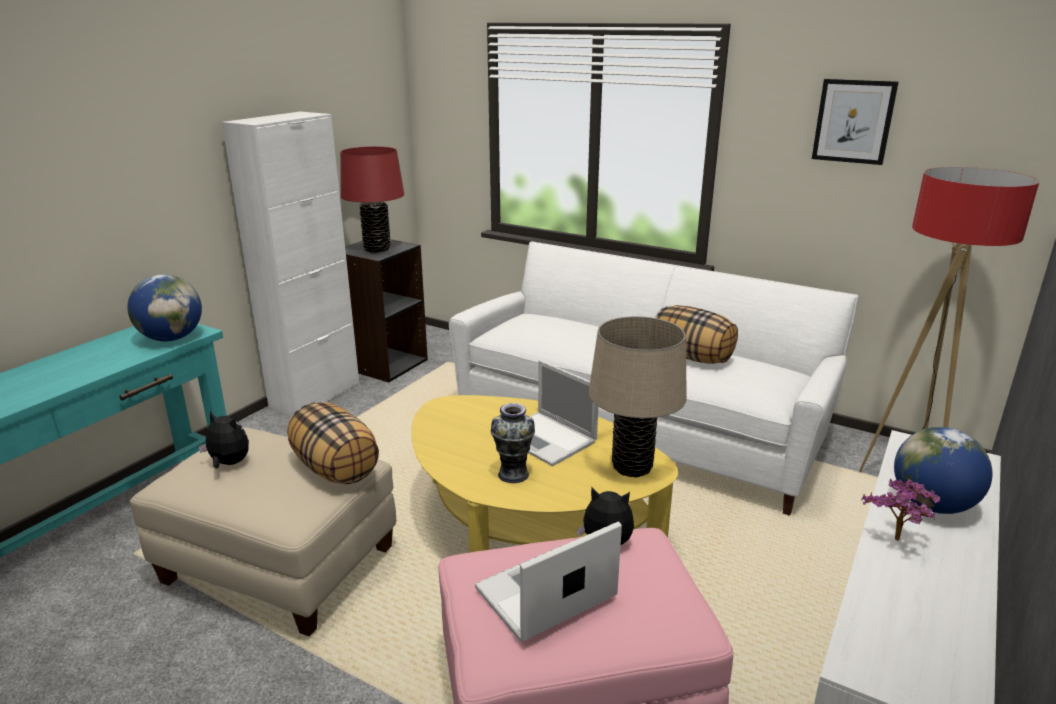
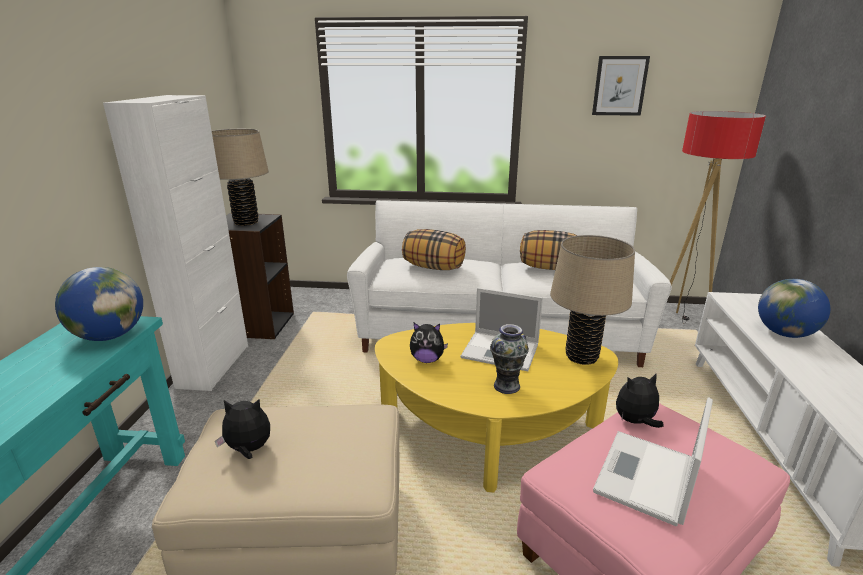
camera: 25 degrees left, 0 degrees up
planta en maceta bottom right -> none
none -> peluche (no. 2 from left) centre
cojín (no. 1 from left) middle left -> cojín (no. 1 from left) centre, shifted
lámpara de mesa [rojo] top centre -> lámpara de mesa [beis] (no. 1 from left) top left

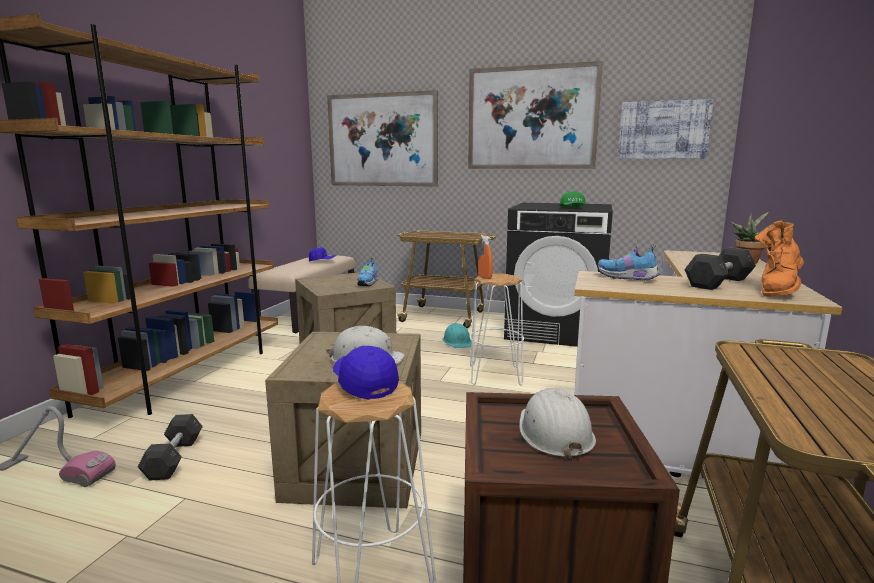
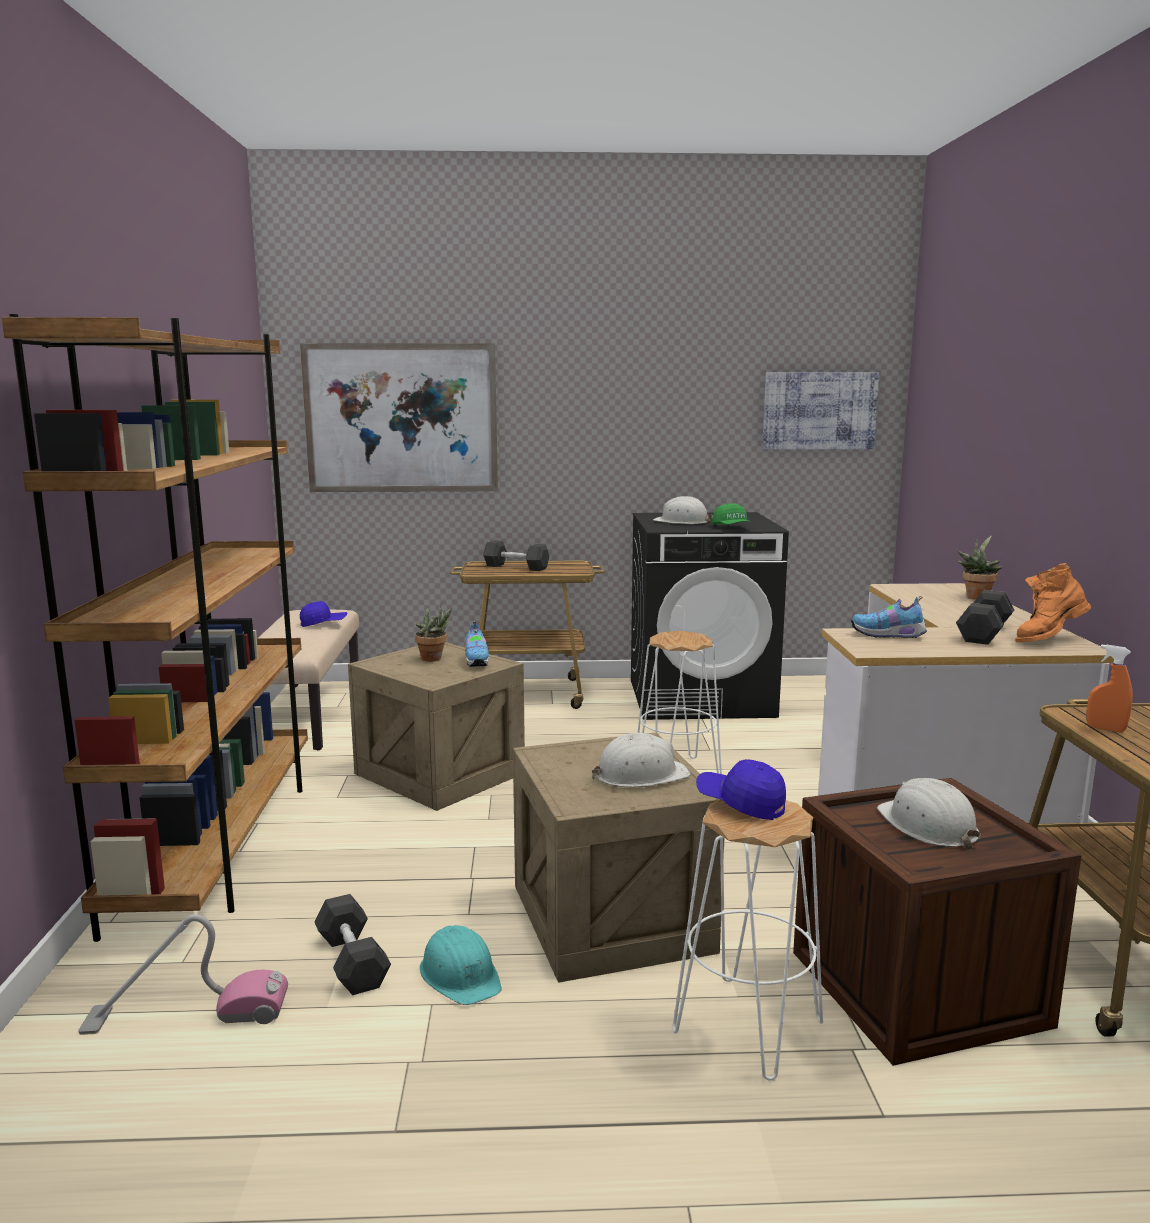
camera: 20 degrees left, 0 degrees up
cuadro (no. 2 from left) top centre -> none
none -> planta en maceta (no. 1 from left) centre
none -> mancuerna [gris] (no. 2 from left) centre
none -> casco [blanco] (no. 2 from left) centre
casco [turquesa] centre -> casco [turquesa] bottom centre, shifted
pulverizador [naranja] centre -> pulverizador [naranja] middle right, shifted
bota [naranja] middle right, 45 degrees clockwise

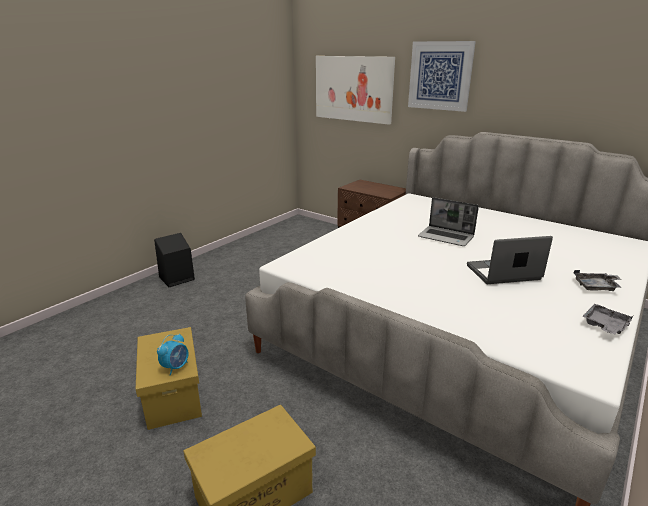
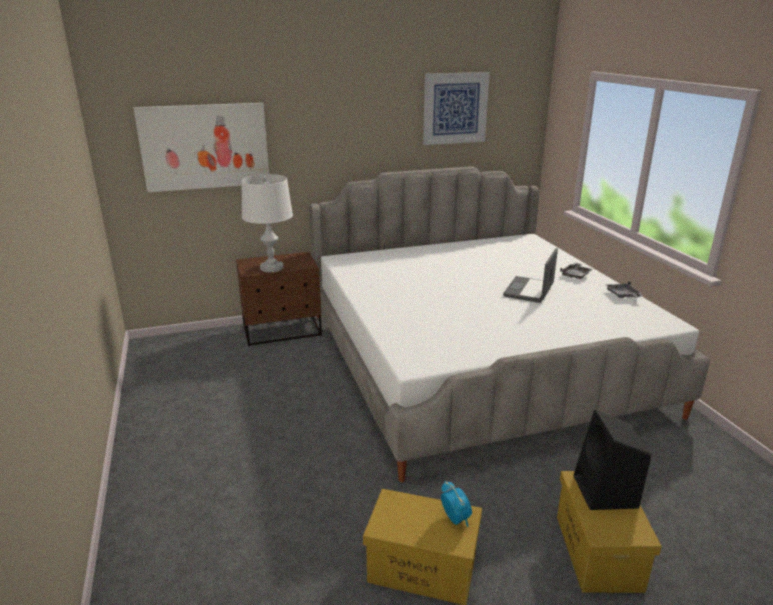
camera: 55 degrees left, 0 degrees up
portátil (no. 1 from left) middle right -> none
none -> lámpara de mesa [blanco] centre
altavoz [negro] middle left -> altavoz [negro] bottom right, shifted
cuadro (no. 2 from left) top right -> cuadro (no. 2 from left) top centre, shifted

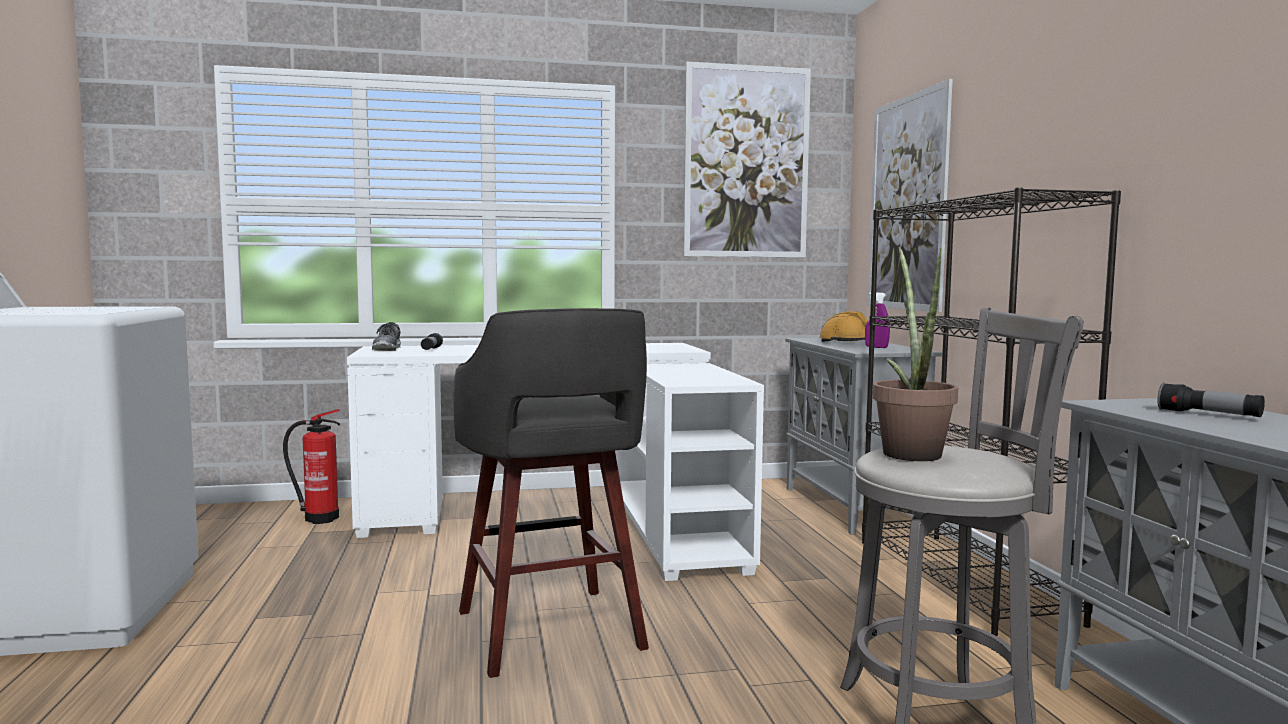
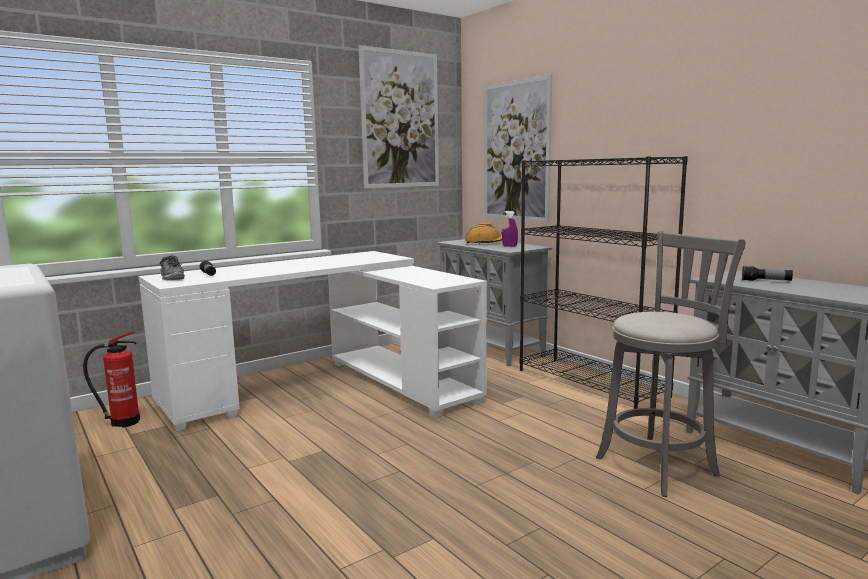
camera: 25 degrees left, 5 degrees up
taburete [gris] (no. 1 from left) bottom centre -> none
planta en maceta middle right -> none

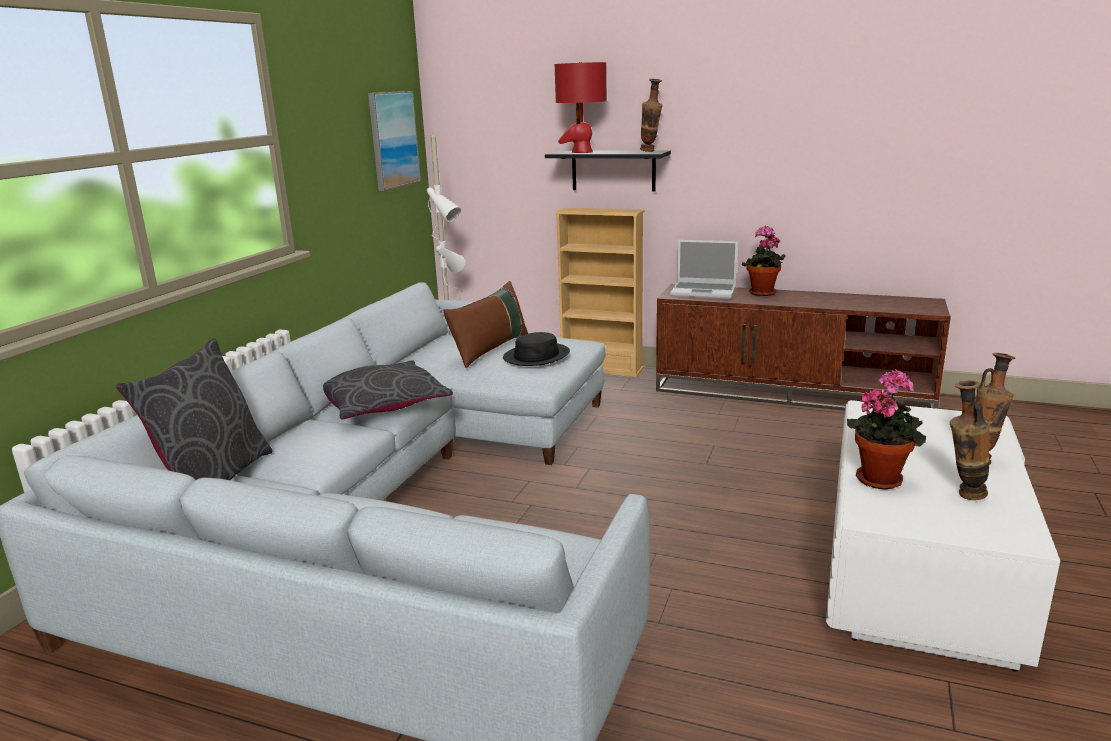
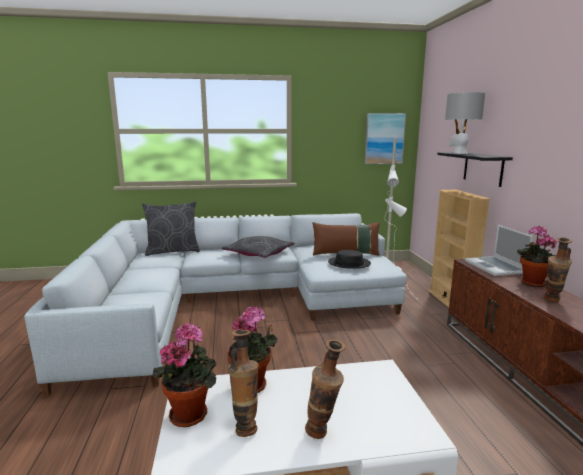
camera: 60 degrees right, 5 degrees down
none -> planta en maceta (no. 1 from left) bottom left
florero (no. 1 from left in the first image) top centre -> florero (no. 3 from left) middle right, shifted
lámpara de mesa [rojo] top centre -> lámpara de mesa [gris] top right

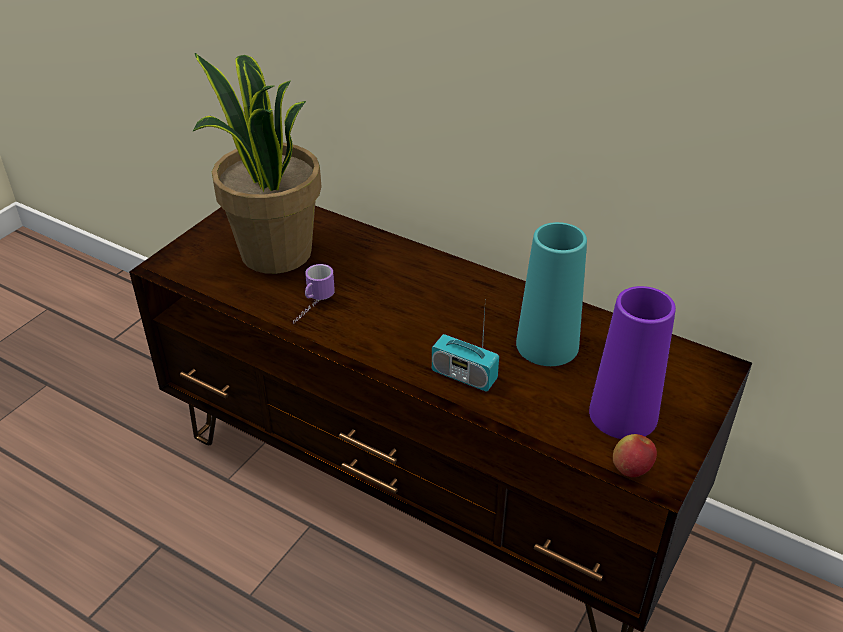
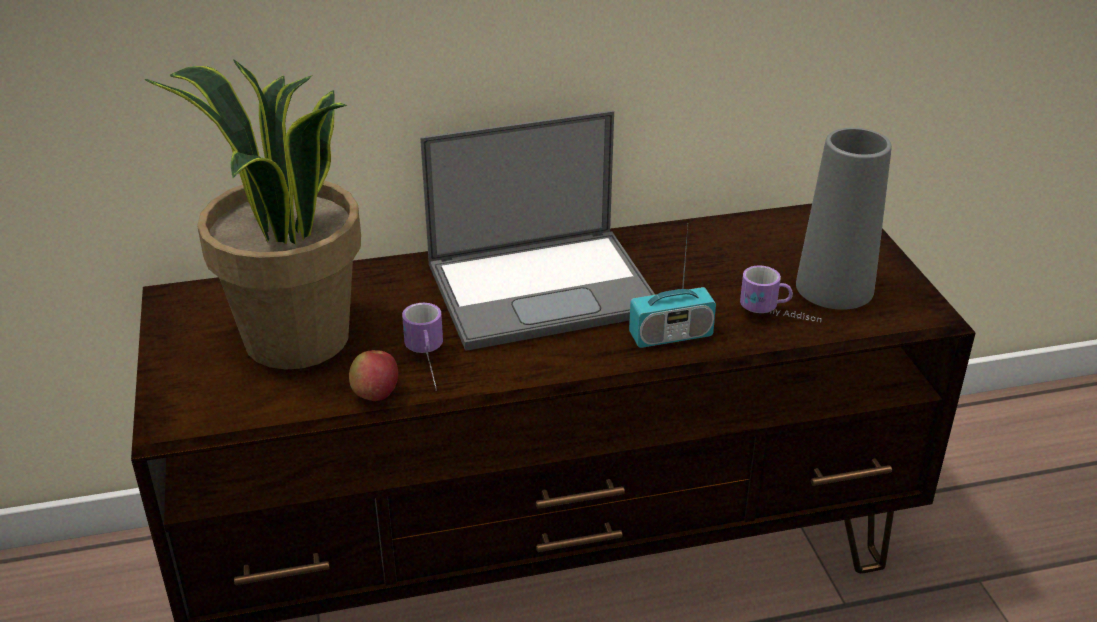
camera: 45 degrees left, 5 degrees down
florero [turquesa] centre -> none
none -> portátil centre
none -> taza grande (no. 2 from left) middle right
manzana bottom right -> manzana centre, shifted
florero [morado] middle right -> florero [gris] middle right

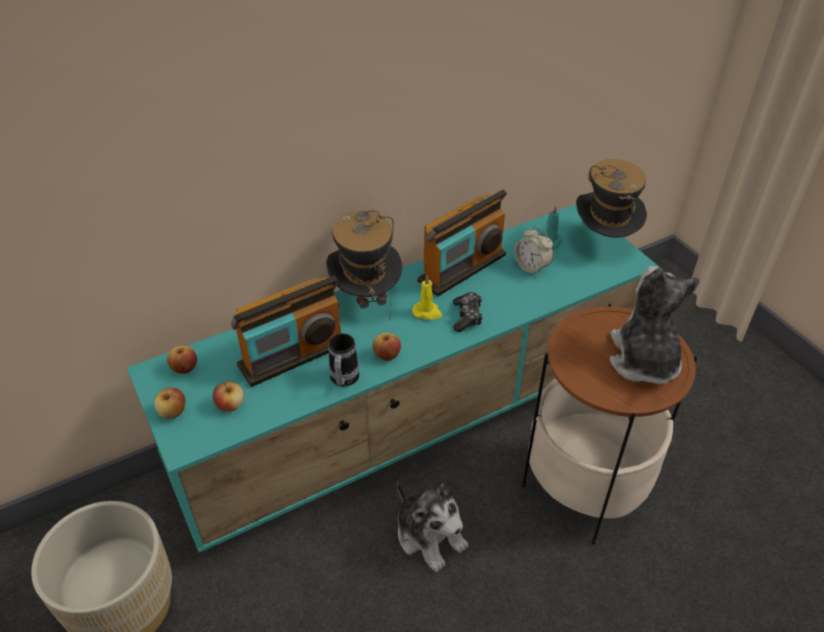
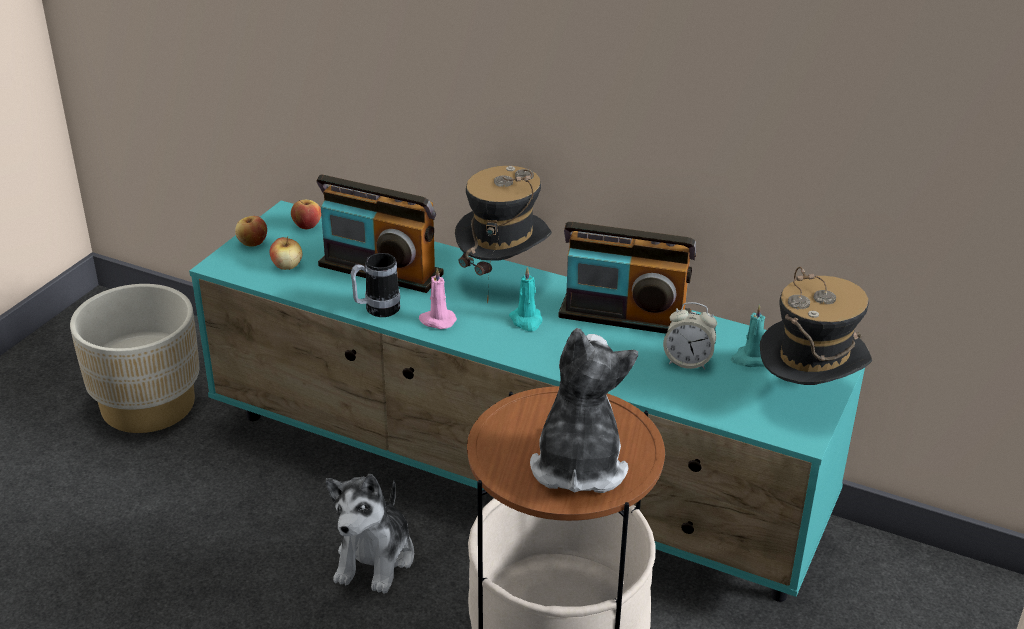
camera: 55 degrees right, 10 degrees down
mando de consola centre -> none
manzana (no. 4 from left) centre -> vela [rosa] centre
vela [amarillo] centre -> vela [turquesa] (no. 1 from left) centre
despertador centre -> despertador middle right, 90 degrees counterclockwise
peluche (no. 2 from left) middle right -> peluche (no. 2 from left) centre, 45 degrees counterclockwise

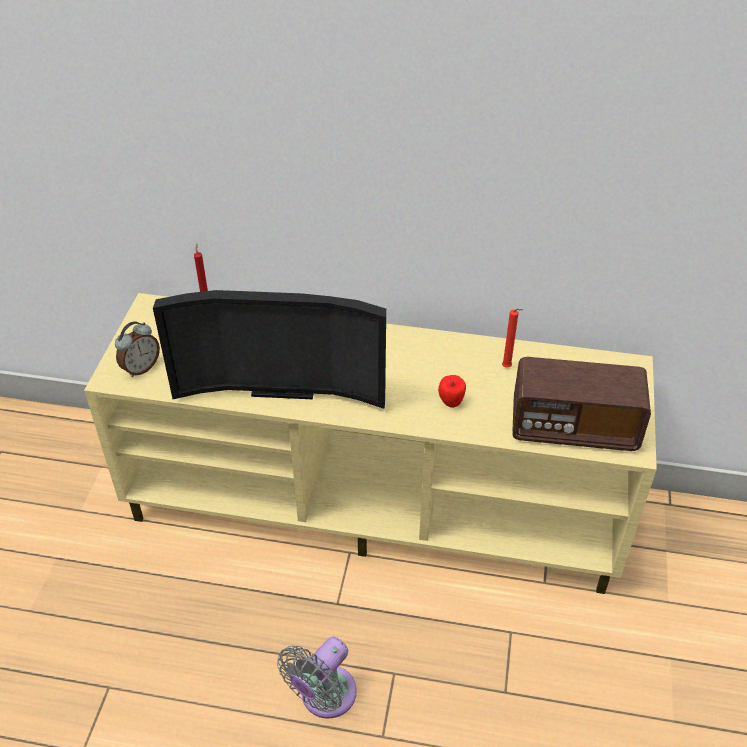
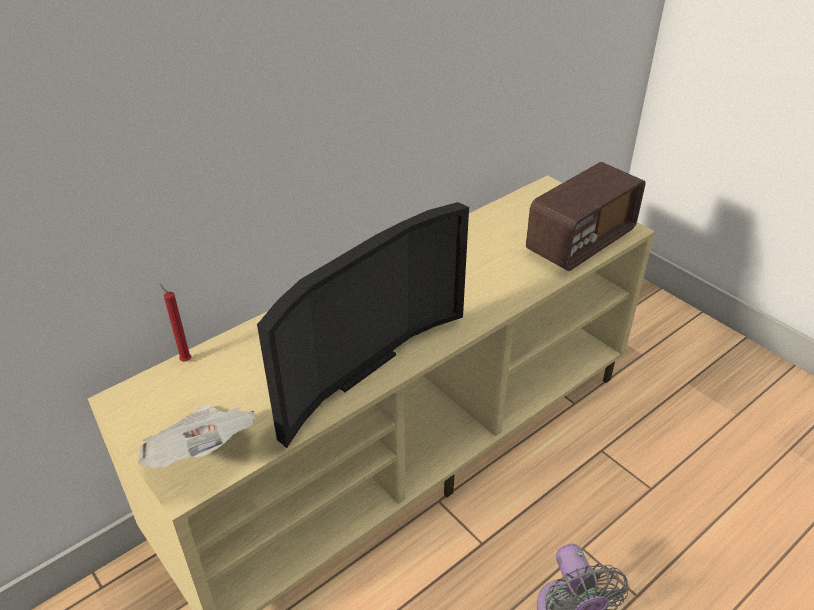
camera: 50 degrees left, 5 degrees down
manzana centre -> none
vela [rojo] (no. 2 from left) middle right -> none
despertador middle left -> periódico bottom left

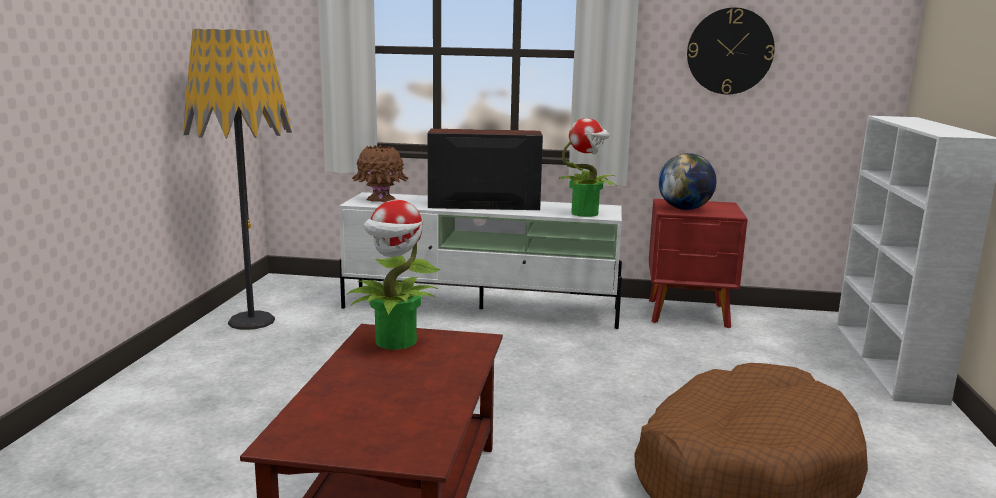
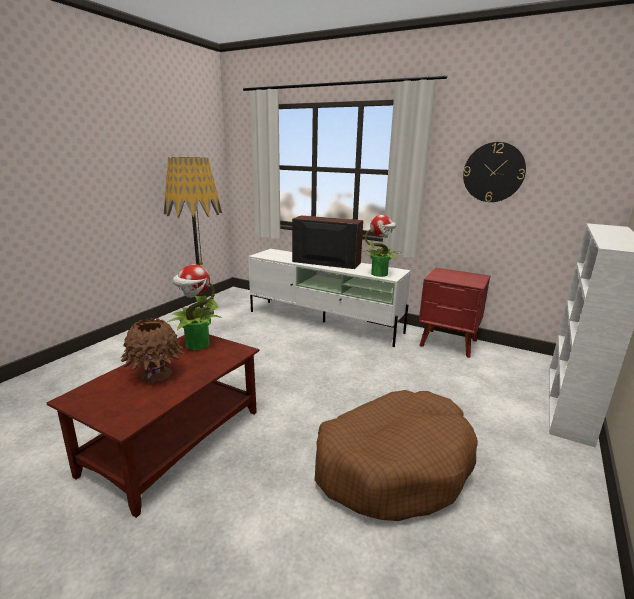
camera: 20 degrees right, 5 degrees up
globo terráqueo middle right -> none
florero [marrón] centre -> florero [marrón] middle left, shifted

